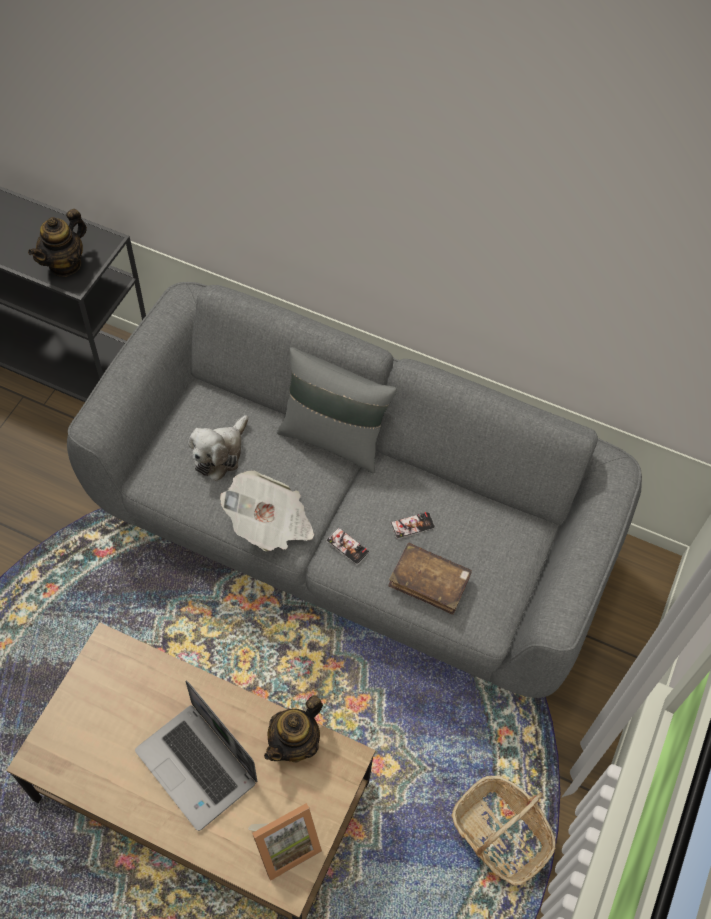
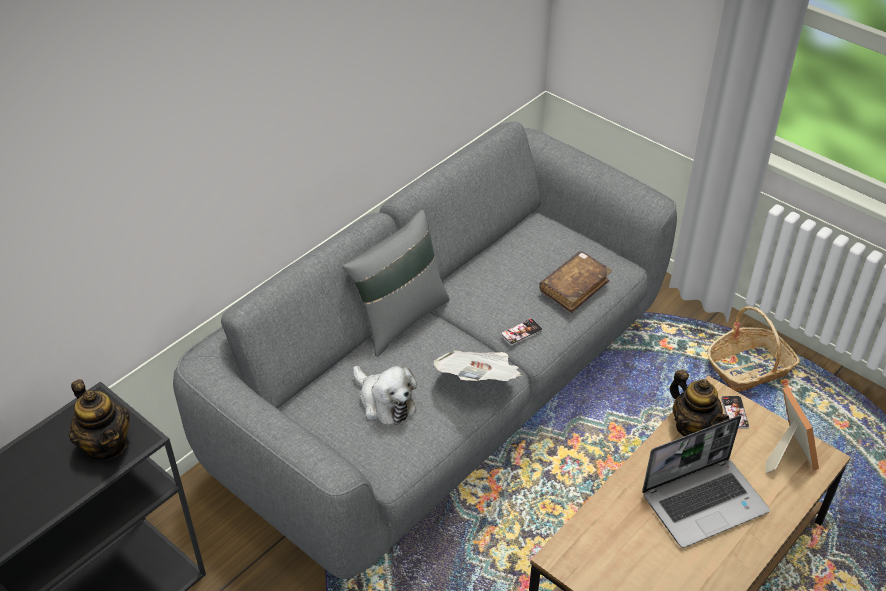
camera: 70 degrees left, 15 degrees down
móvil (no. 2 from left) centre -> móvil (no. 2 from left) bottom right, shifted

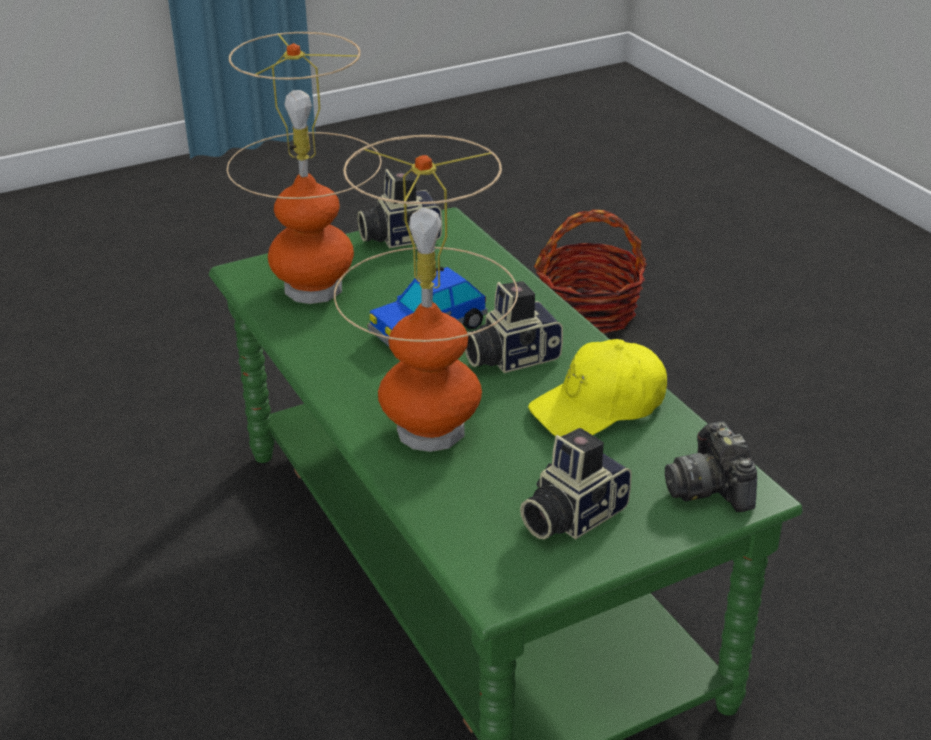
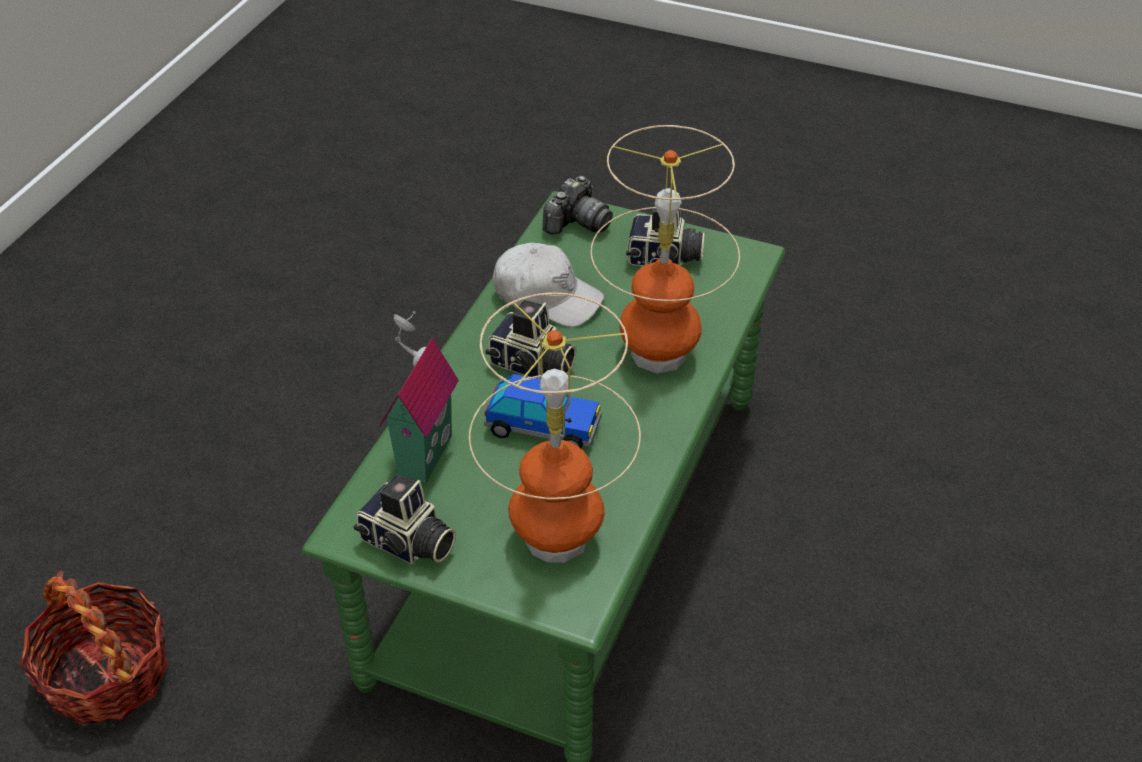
camera: 130 degrees left, 10 degrees up
none -> casita centre
gorra [amarillo] centre -> gorra [blanco] centre

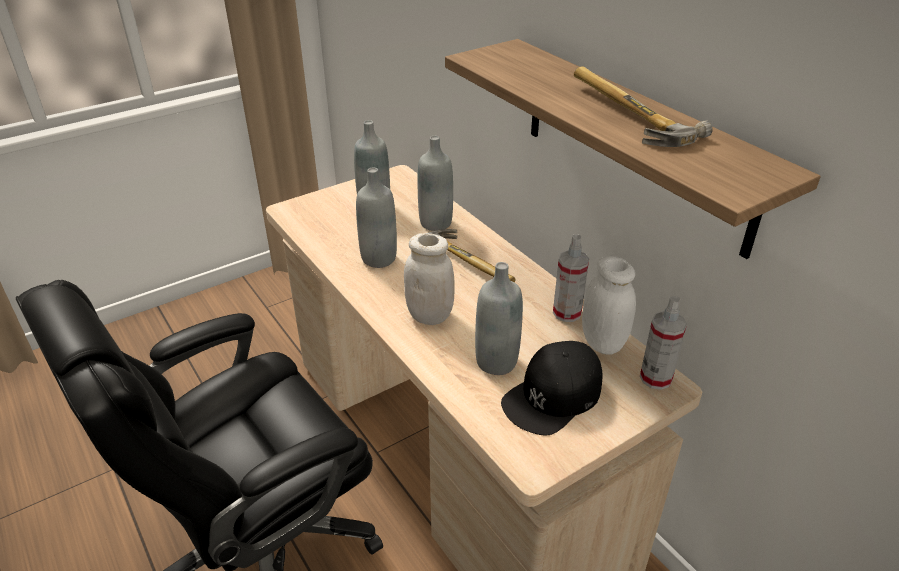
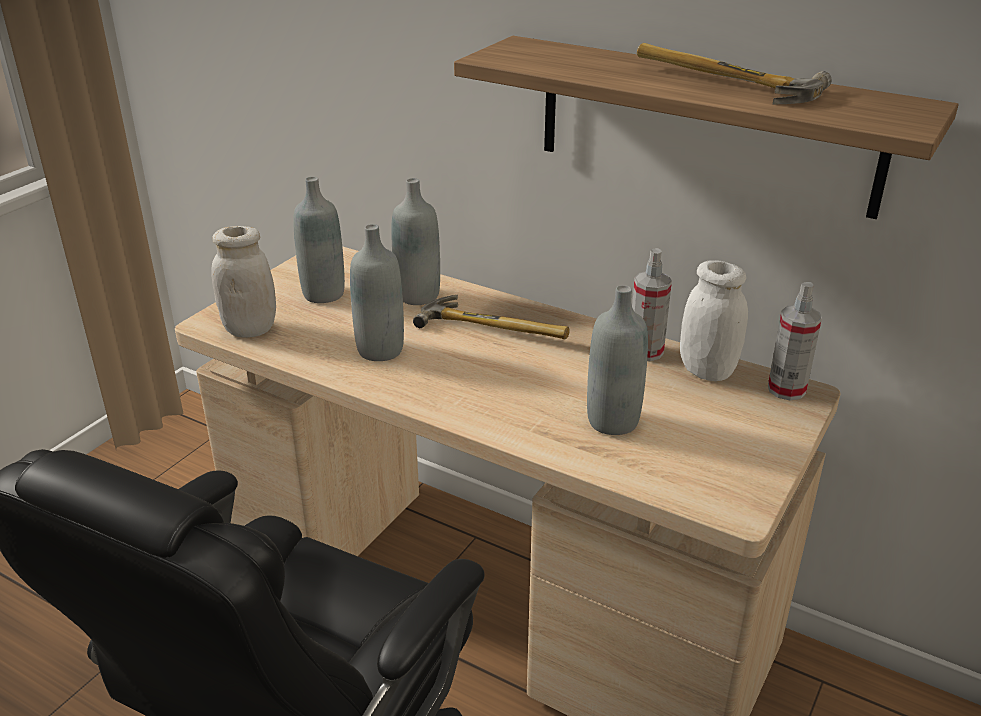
camera: 25 degrees left, 5 degrees down
gorra [negro] bottom centre -> none
tarro [blanco] (no. 1 from left) centre -> tarro [blanco] (no. 1 from left) middle left, shifted

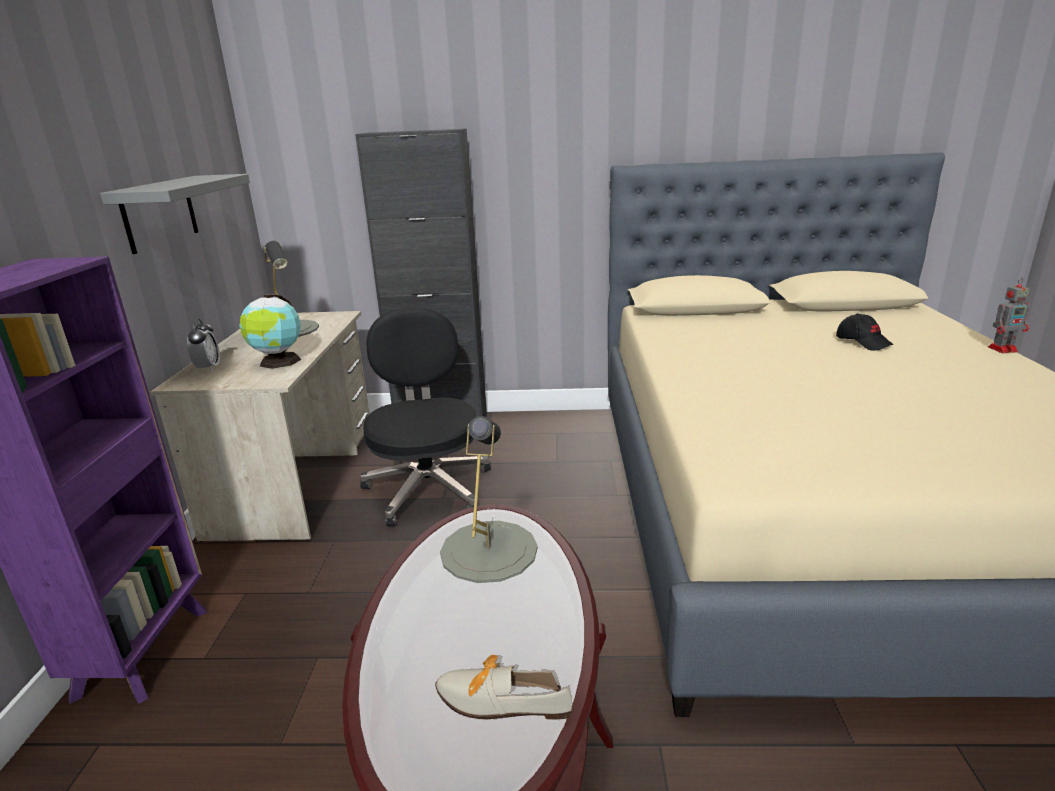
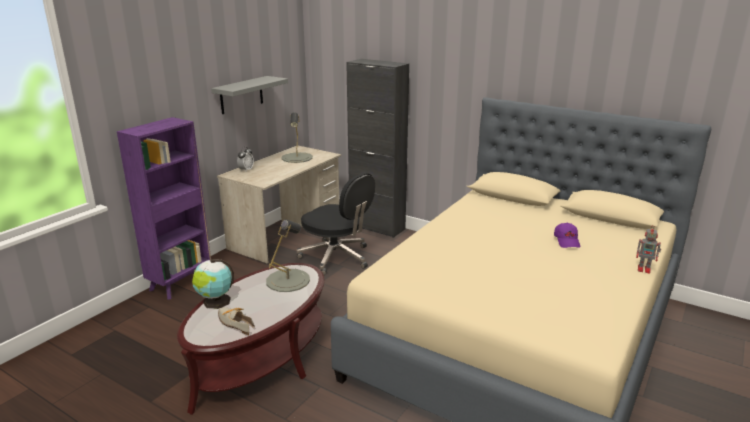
camera: 30 degrees right, 0 degrees up
globo terráqueo middle left -> globo terráqueo bottom left, shifted
gorra [negro] middle right -> gorra [morado] middle right
silla de oficina [negro] centre, 105 degrees clockwise

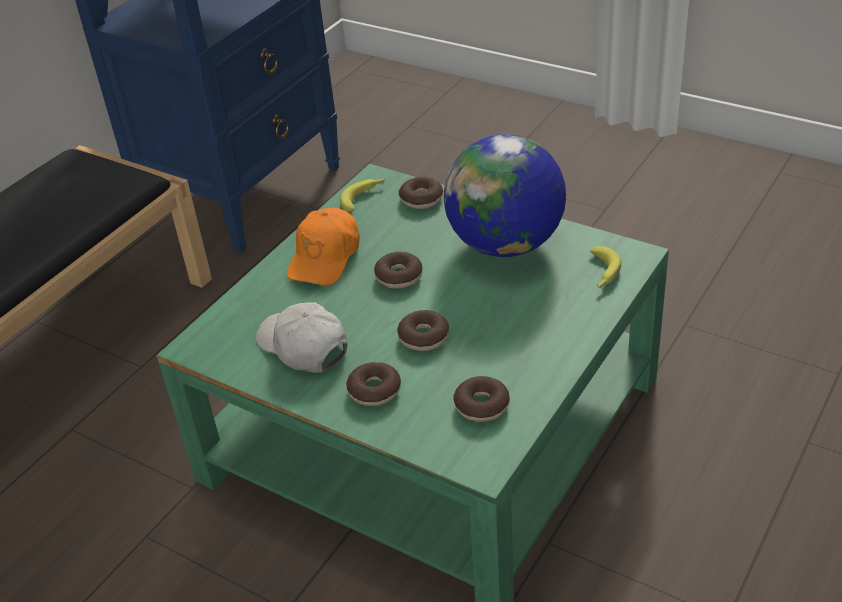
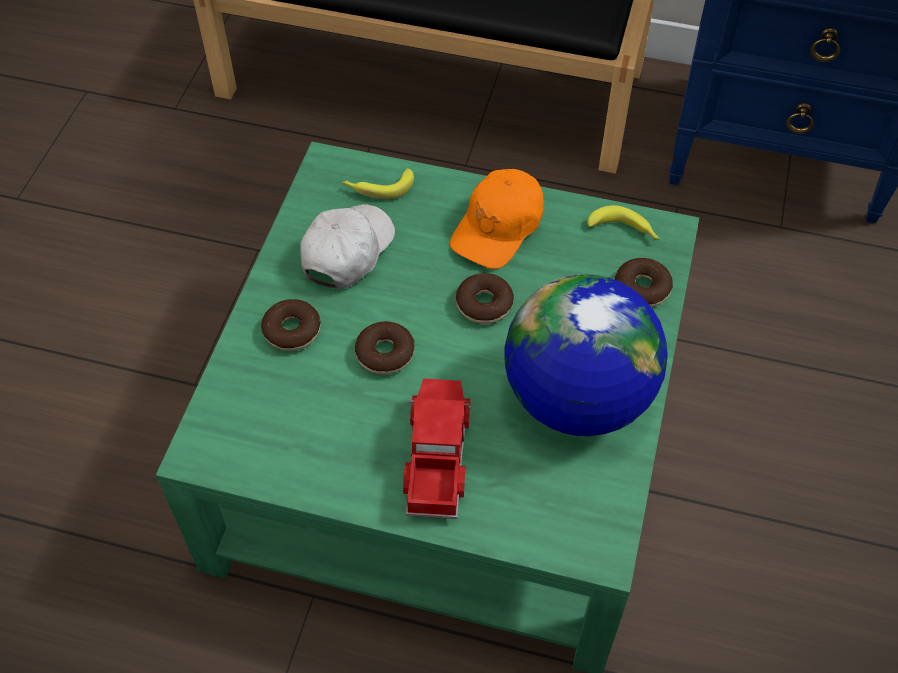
camera: 70 degrees right, 15 degrees up
rosquilla (no. 5 from left) centre -> none
none -> camión de juguete bottom centre
plátano (no. 2 from left in the first image) middle right -> plátano (no. 1 from left) top centre, shifted
gorra [naranja] centre -> gorra [naranja] top centre, 60 degrees counterclockwise

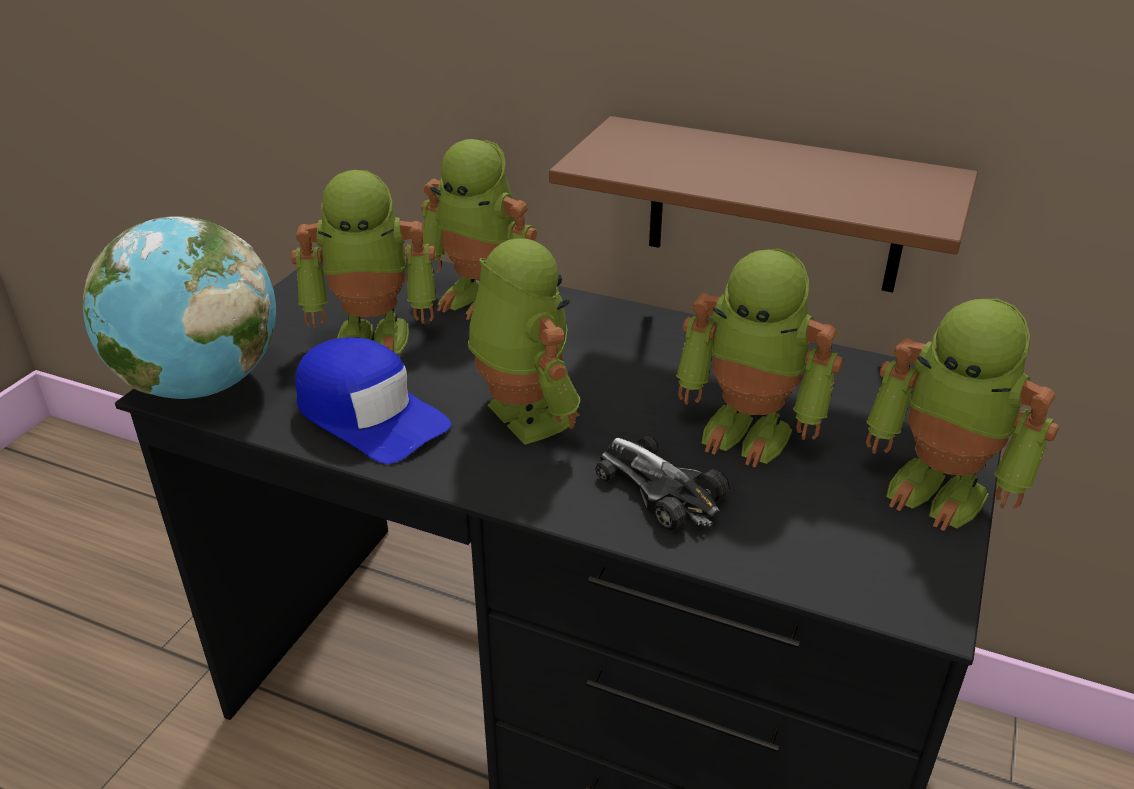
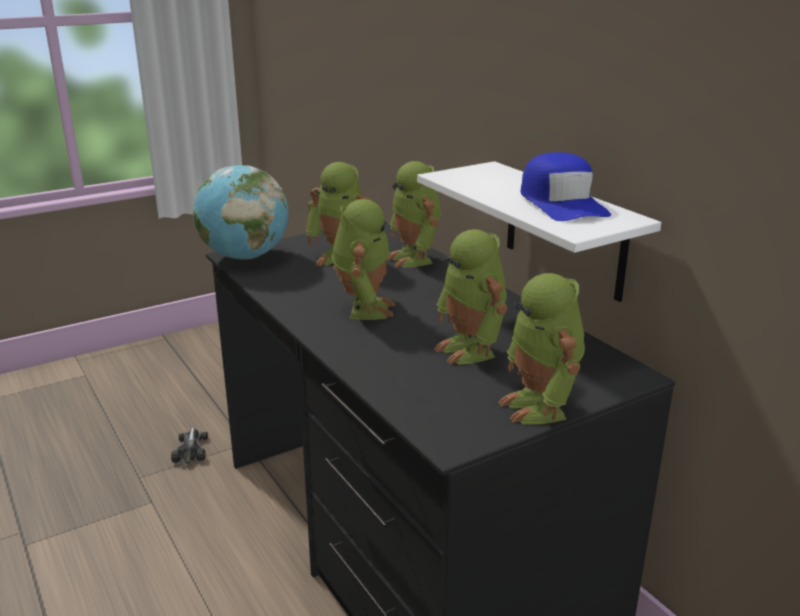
camera: 35 degrees right, 10 degrees down
gorra [azul] middle left -> gorra [azul] top right, shifted
coche de juguete centre -> coche de juguete bottom left, shifted
estante [marrón] top right -> estante [blanco] middle right

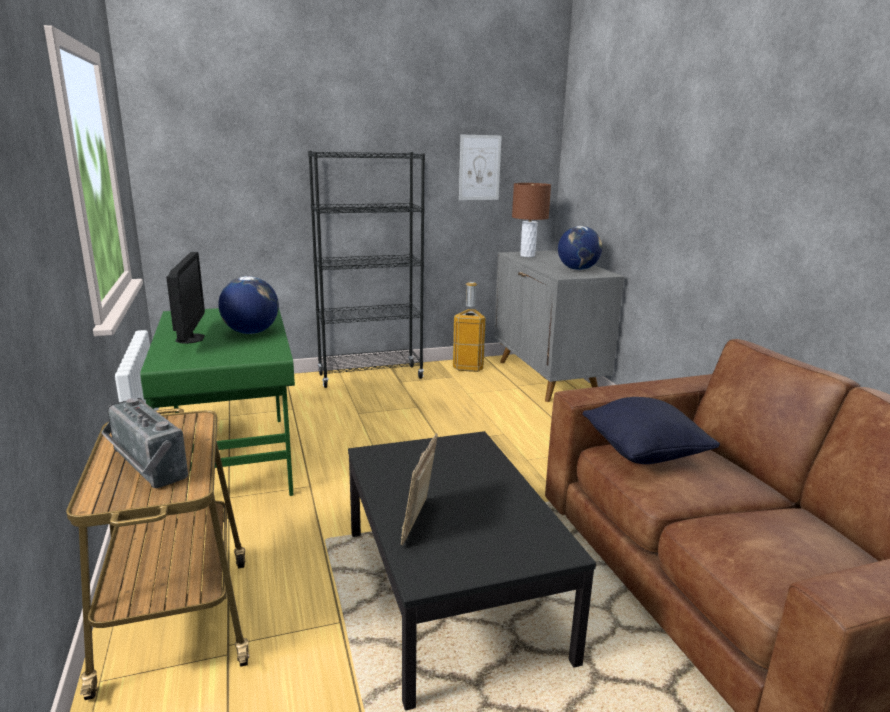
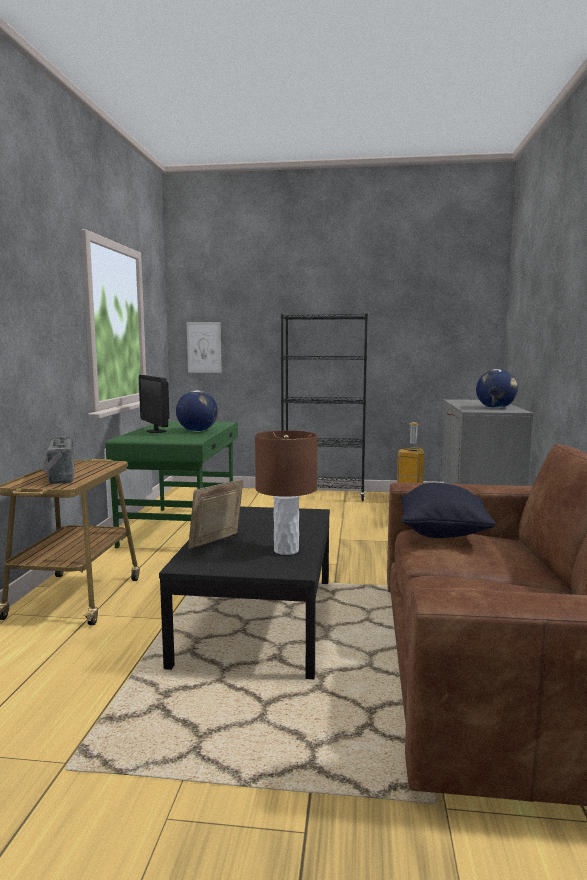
camera: 25 degrees right, 10 degrees down
cuadro top centre -> cuadro centre, shifted
lámpara de mesa [marrón] top centre -> lámpara de mesa [marrón] centre, shifted
monitor middle left, 135 degrees clockwise

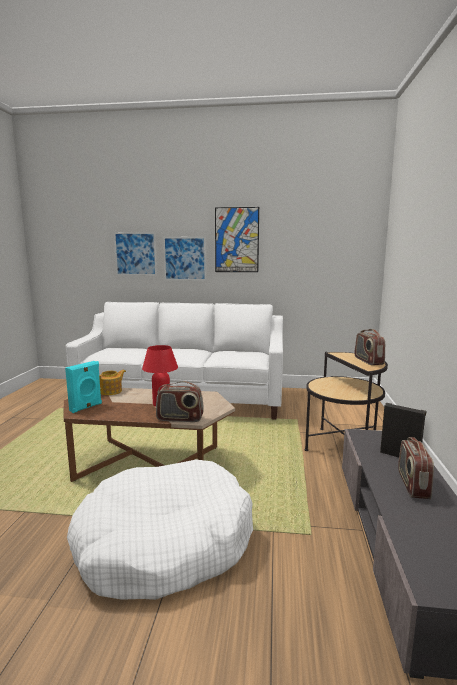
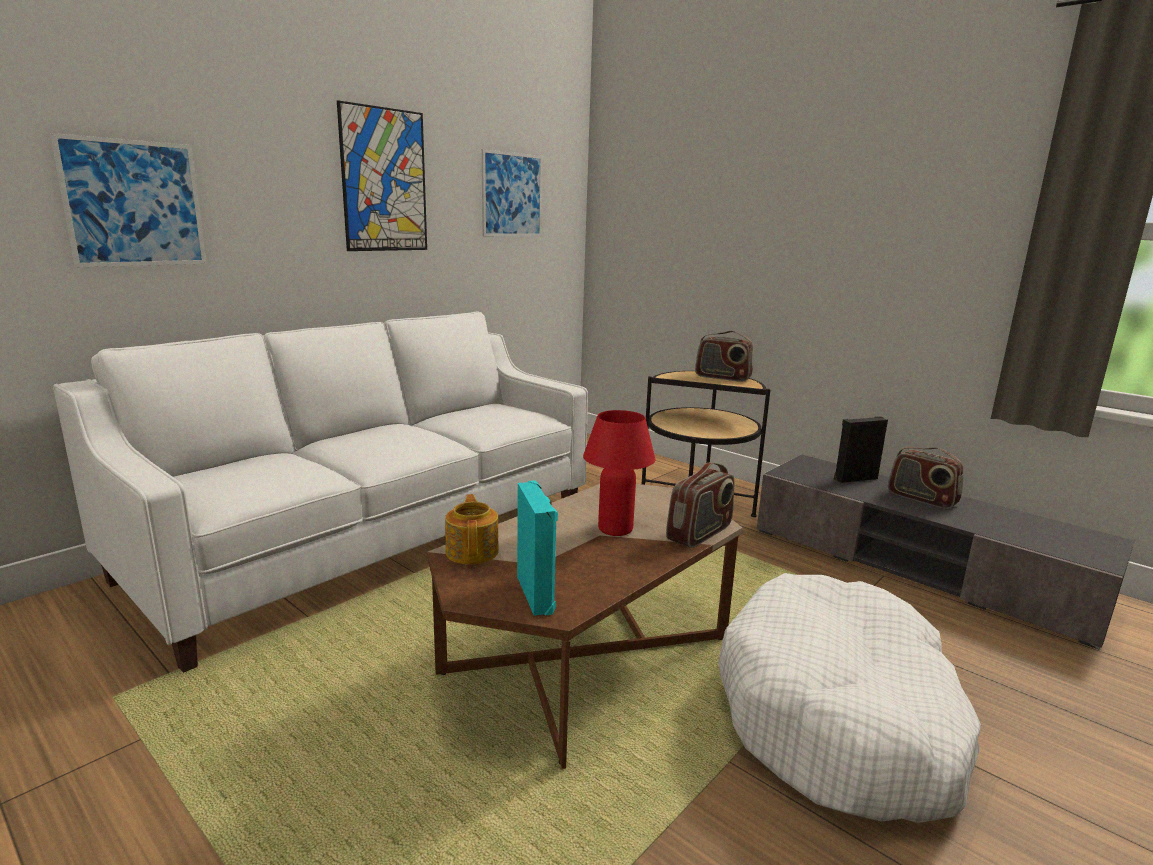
camera: 55 degrees left, 5 degrees up
cuadro (no. 2 from left in the first image) centre -> cuadro (no. 3 from left) top centre, shifted

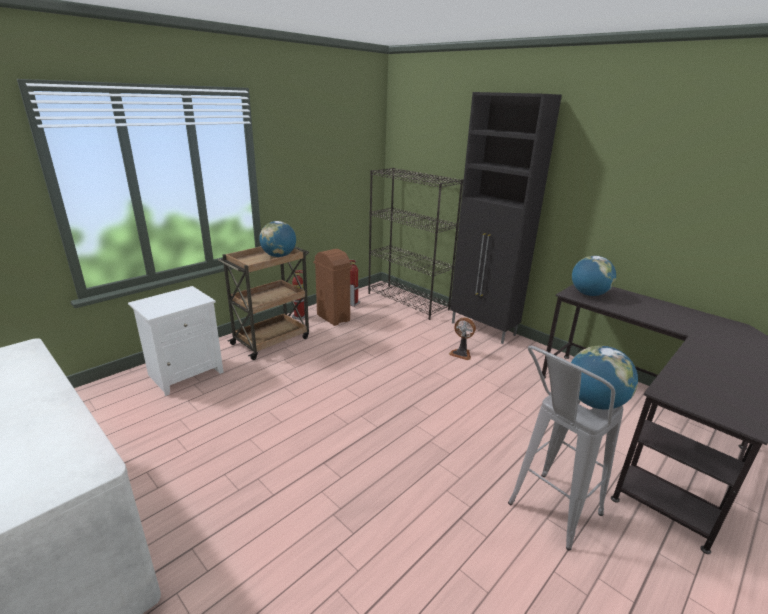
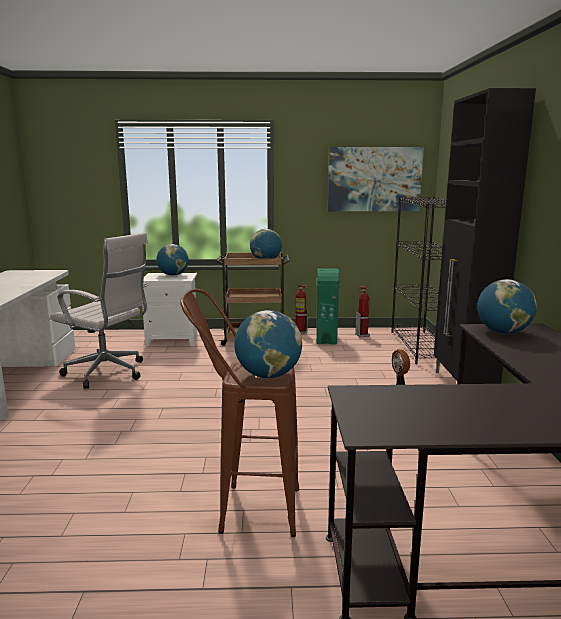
camera: 45 degrees right, 10 degrees down
none -> silla de oficina [blanco] middle left
none -> globo terráqueo (no. 1 from left) middle left
none -> cuadro top right
papelera [marrón] centre -> papelera [verde] centre
taburete [gris] bottom right -> taburete [marrón] bottom centre

